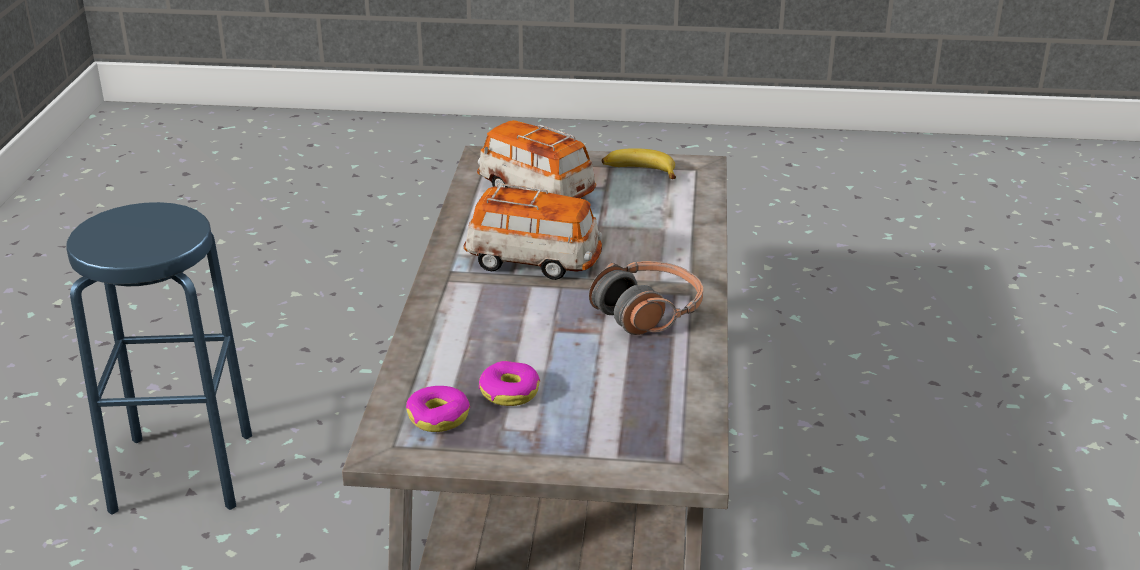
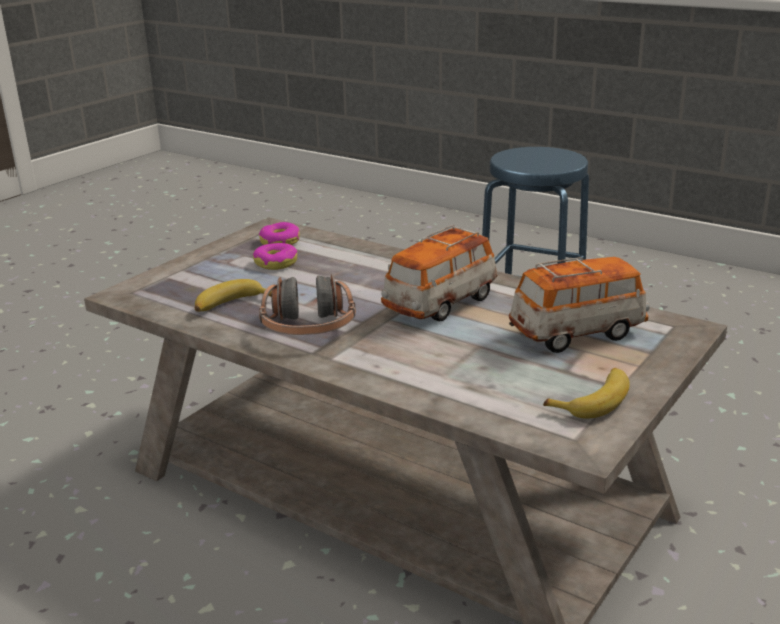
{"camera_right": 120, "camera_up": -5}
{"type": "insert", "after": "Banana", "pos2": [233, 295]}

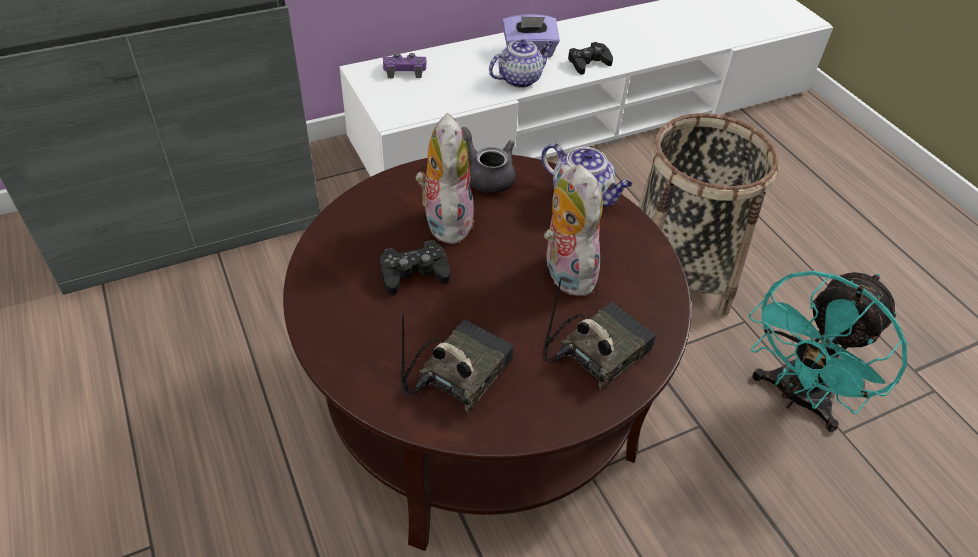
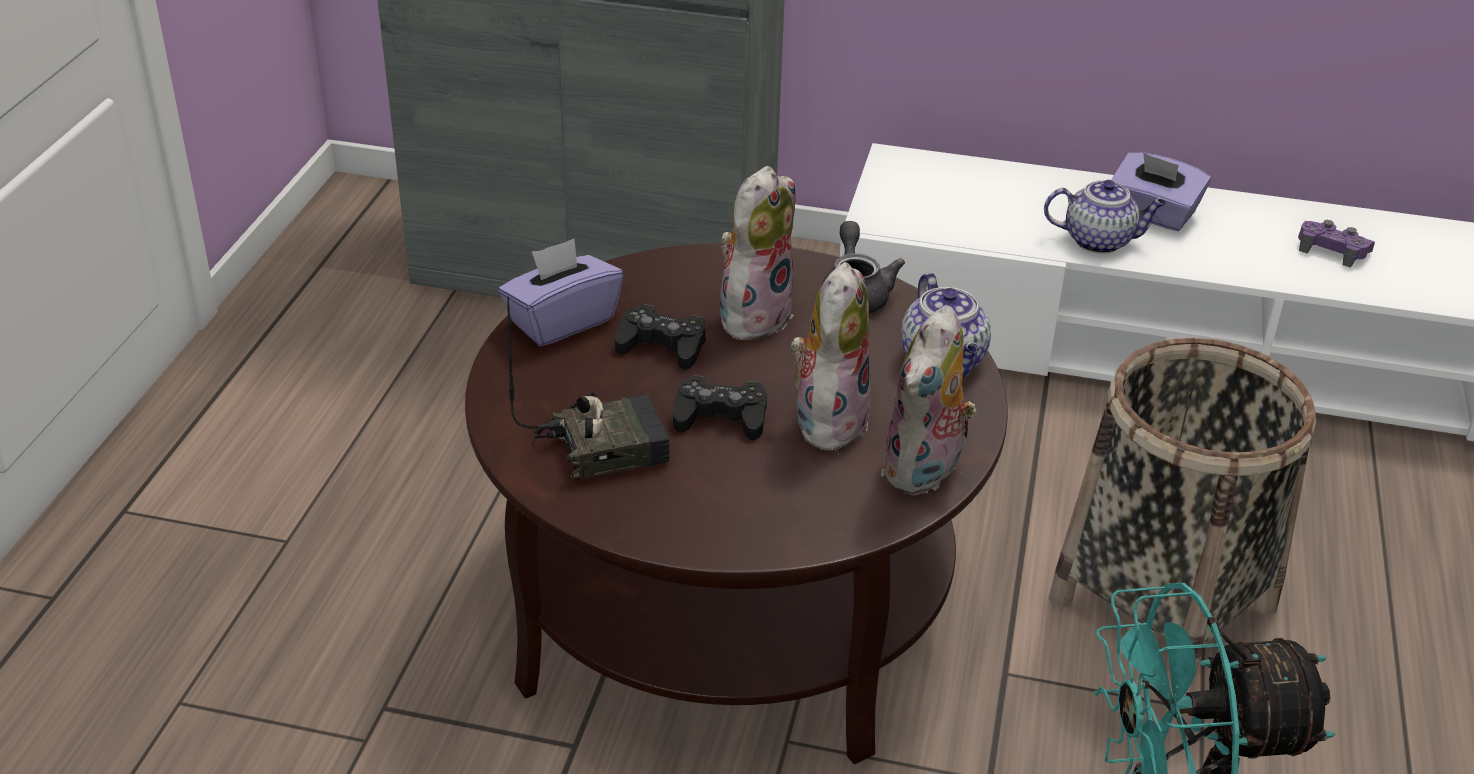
{"camera_right": 40, "camera_up": -10}
{"type": "delete", "before": "Radio", "pos1": [599, 333]}
{"type": "insert", "after": "PurpleTissueBox", "pos2": [561, 292]}
{"type": "insert", "after": "PlushToy", "pos2": [929, 400]}
{"type": "move", "before": "PurpleGameController", "pos1": [404, 65], "pos2": [1336, 244]}
{"type": "move", "before": "BlackGameController", "pos1": [590, 58], "pos2": [720, 408]}

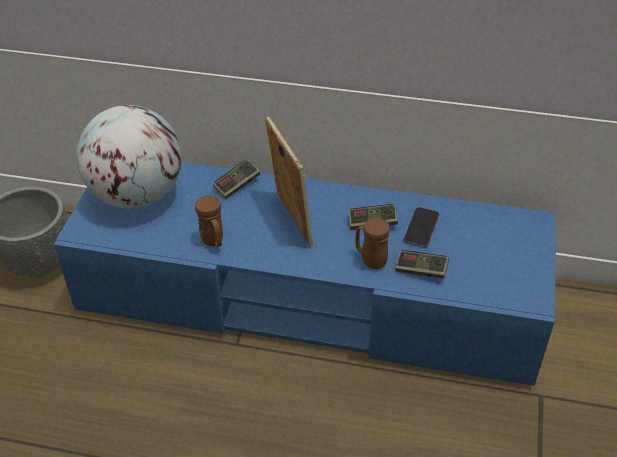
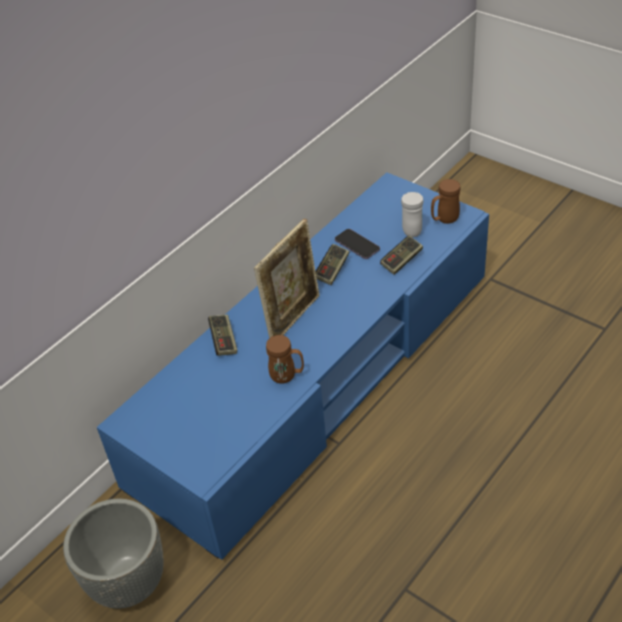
{"camera_right": -60, "camera_up": 0}
{"type": "delete", "before": "Globe", "pos1": [129, 157]}
{"type": "insert", "after": "WhiteMug", "pos2": [412, 214]}
{"type": "move", "before": "BrownMug", "pos1": [372, 243], "pos2": [446, 201]}
{"type": "rotate", "before": "PictureFrame", "pos1": [289, 181], "pos2": [287, 278], "turn": 120}

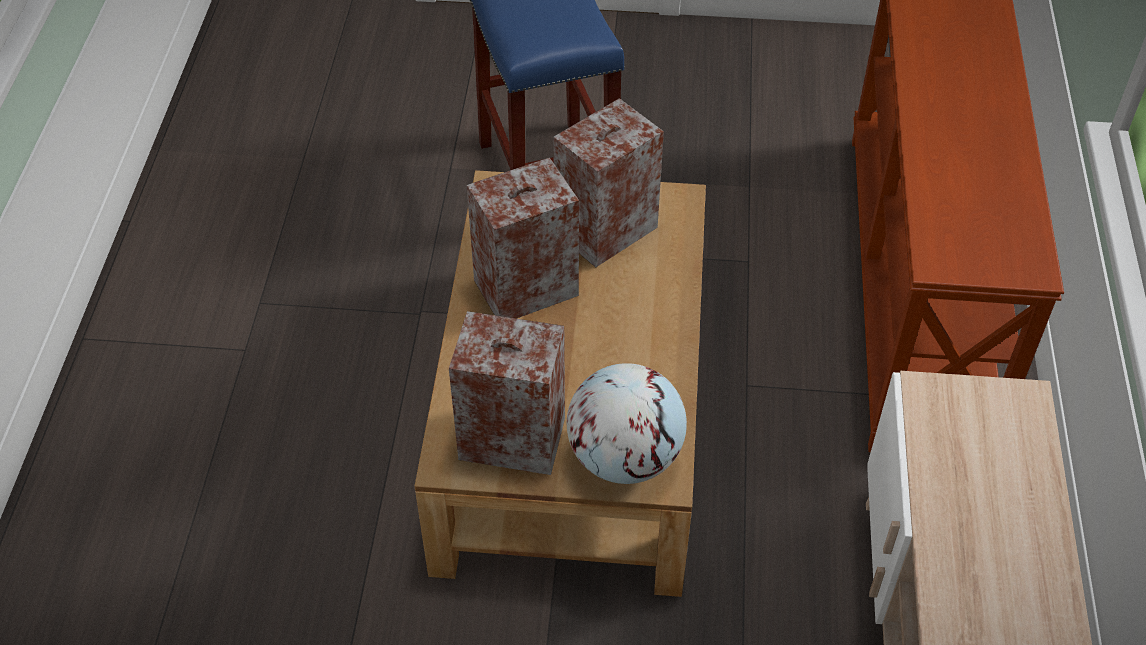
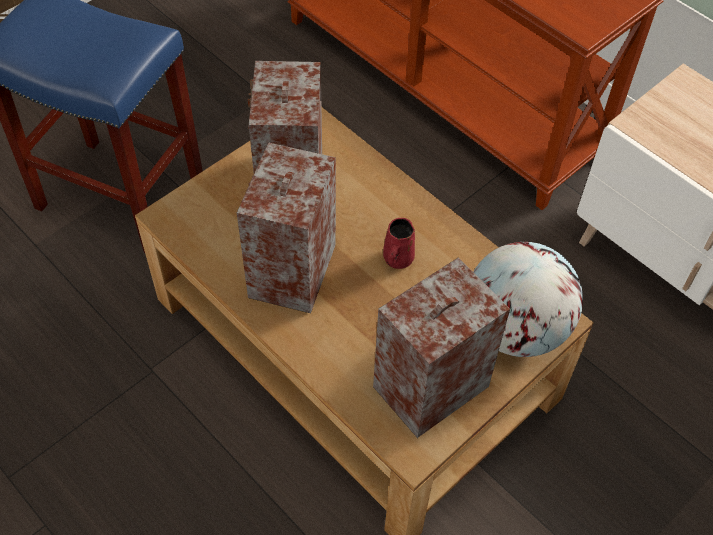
{"camera_right": -50, "camera_up": 5}
{"type": "insert", "after": "RedMug", "pos2": [399, 243]}

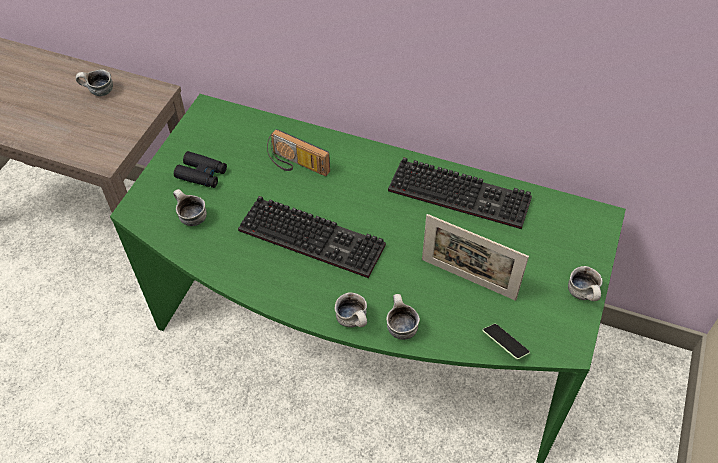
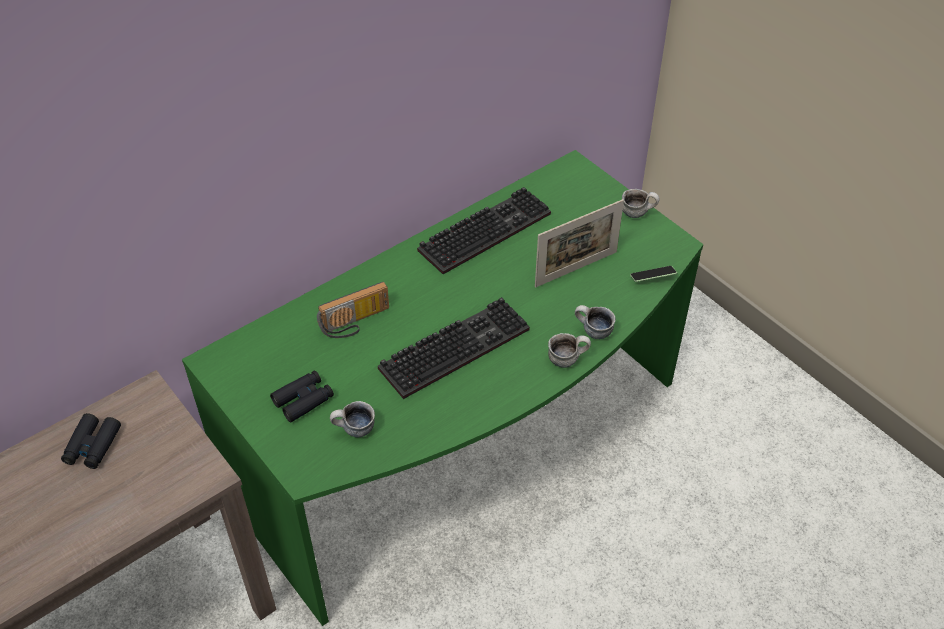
{"camera_right": -60, "camera_up": -5}
{"type": "replace", "before": "Mug", "after": "BlackBinoculars", "pos1": [94, 83], "pos2": [91, 441]}

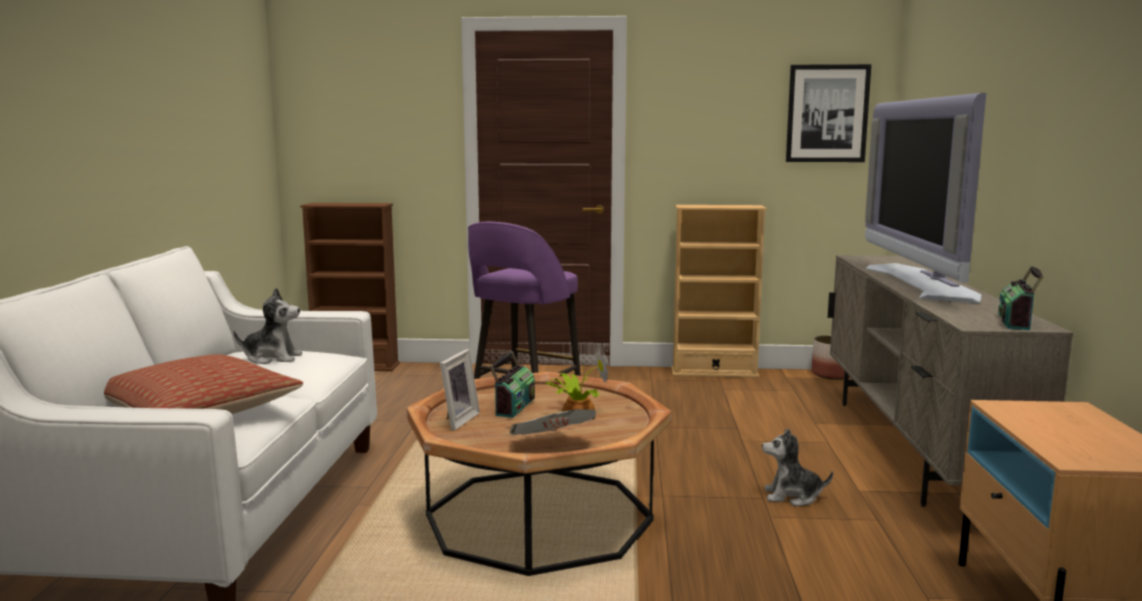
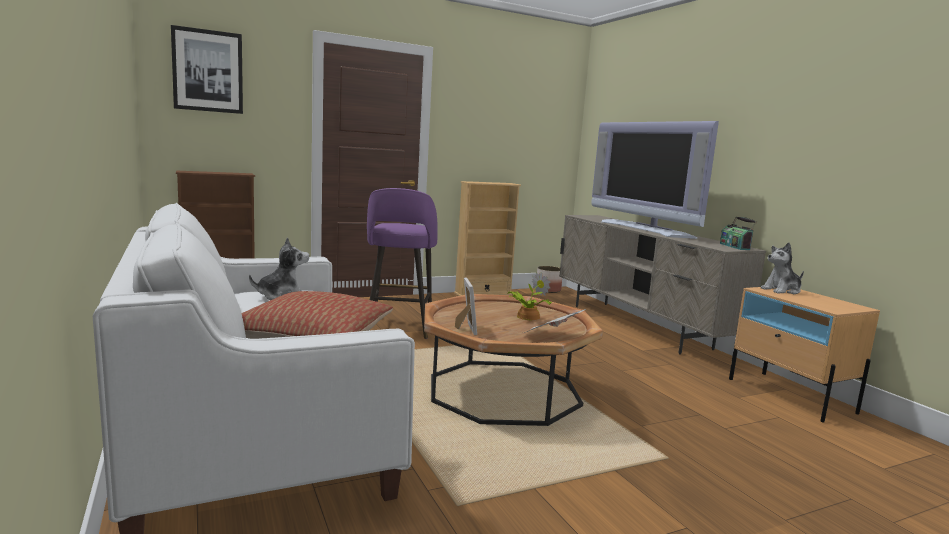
{"camera_right": -30, "camera_up": 0}
{"type": "delete", "before": "Radio", "pos1": [512, 384]}
{"type": "move", "before": "PlushToy", "pos1": [797, 467], "pos2": [782, 268]}
{"type": "move", "before": "Picture", "pos1": [829, 113], "pos2": [207, 69]}

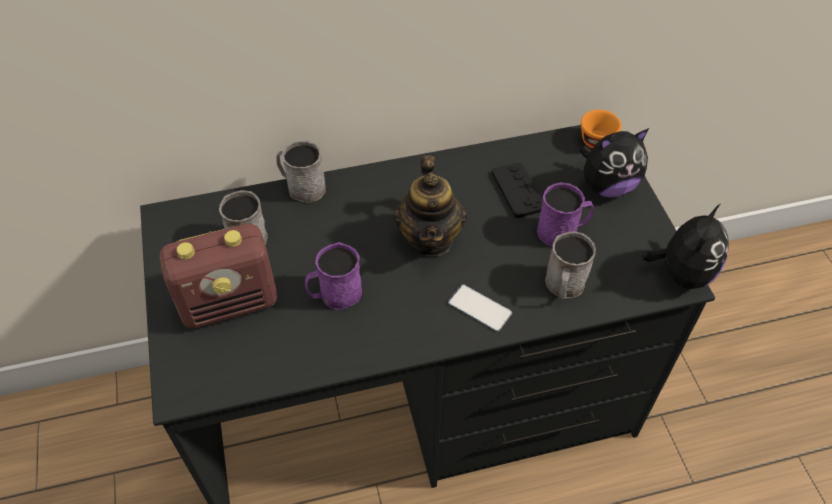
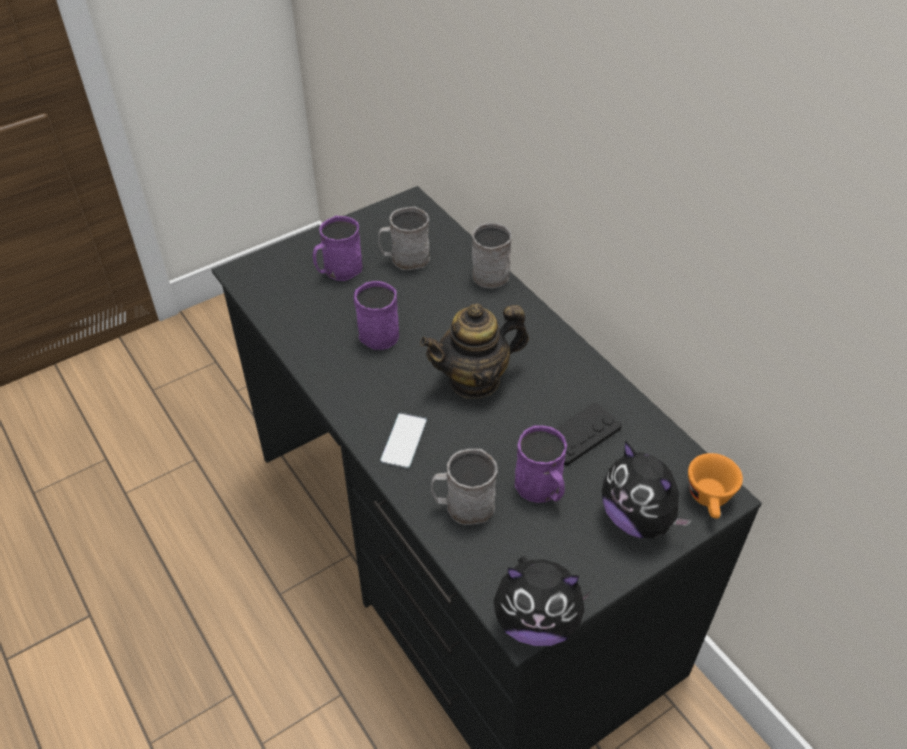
{"camera_right": 70, "camera_up": -5}
{"type": "replace", "before": "Radio", "after": "PurpleMug", "pos1": [218, 276], "pos2": [338, 248]}

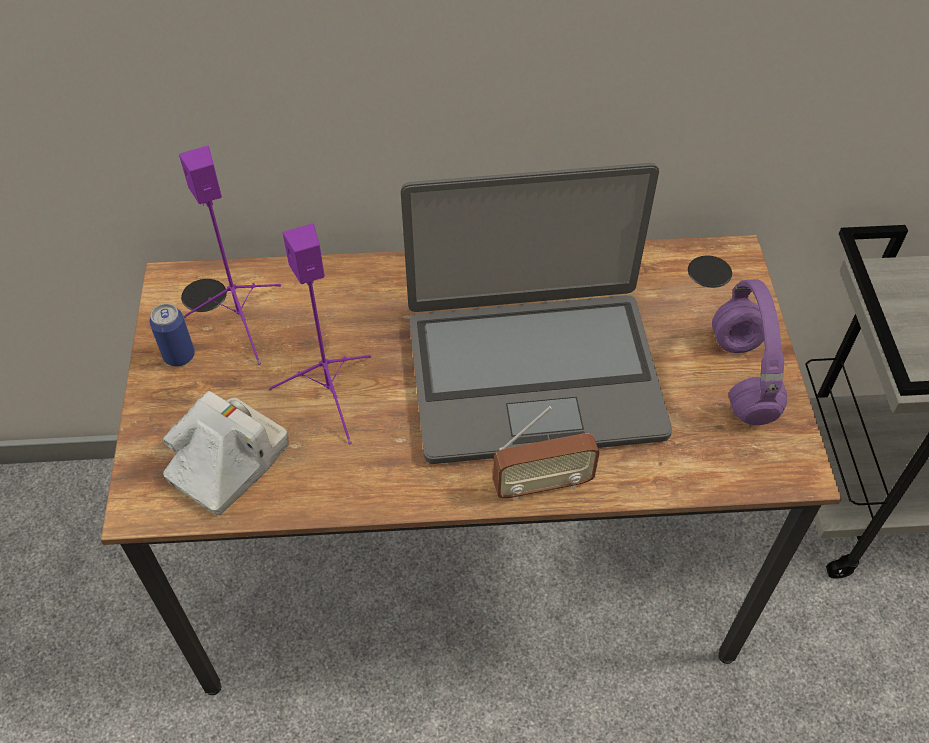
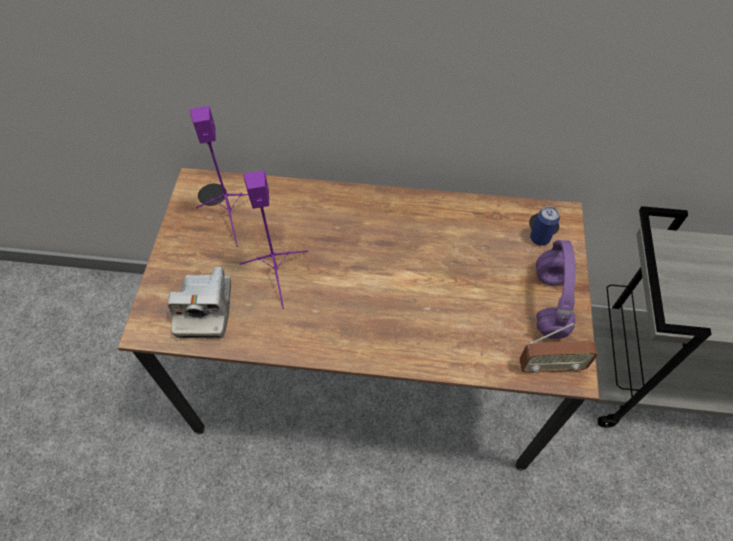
{"camera_right": 10, "camera_up": 5}
{"type": "delete", "before": "Laptop", "pos1": [536, 313]}
{"type": "move", "before": "Can", "pos1": [172, 335], "pos2": [545, 225]}
{"type": "move", "before": "Radio", "pos1": [546, 453], "pos2": [558, 349]}
{"type": "rotate", "before": "PhotoCamera", "pos1": [225, 453], "pos2": [199, 303], "turn": 135}

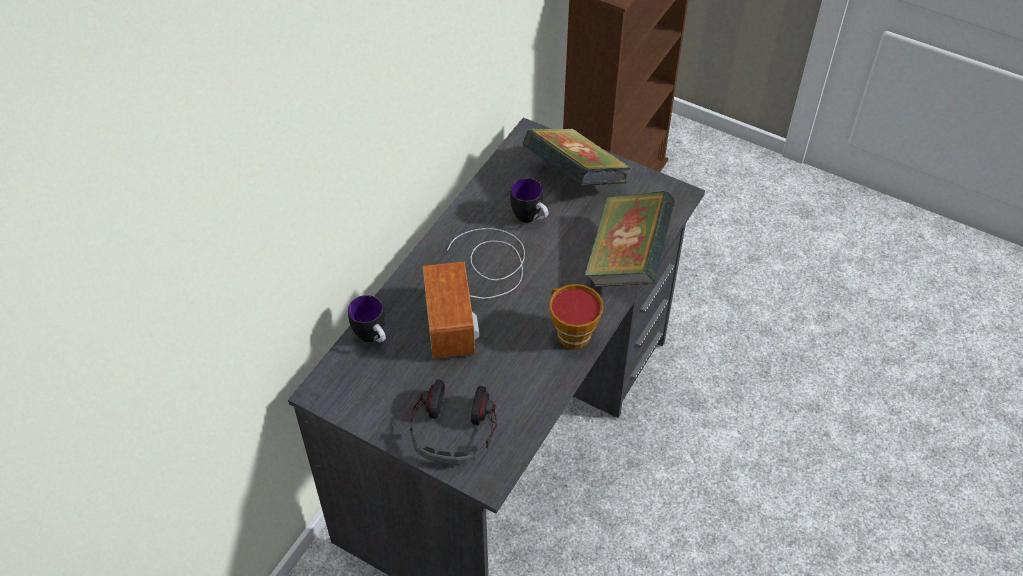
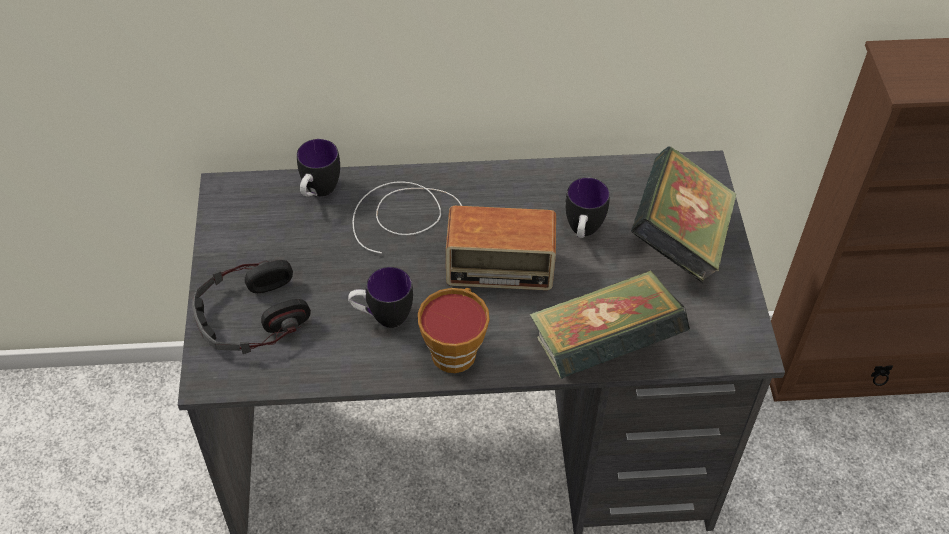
{"camera_right": 55, "camera_up": 0}
{"type": "insert", "after": "Mug", "pos2": [380, 297]}
{"type": "rotate", "before": "Radio", "pos1": [474, 293], "pos2": [454, 236], "turn": -135}

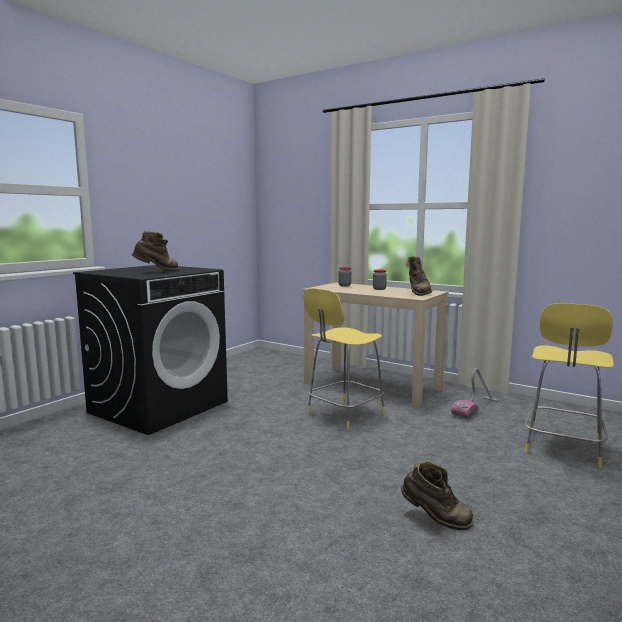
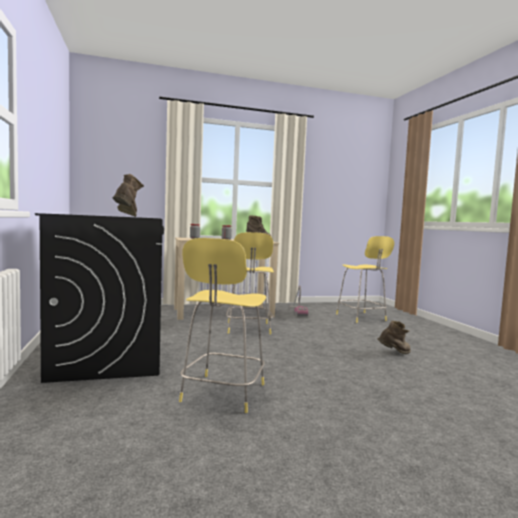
{"camera_right": -50, "camera_up": -5}
{"type": "insert", "after": "YellowStool", "pos2": [222, 325]}

